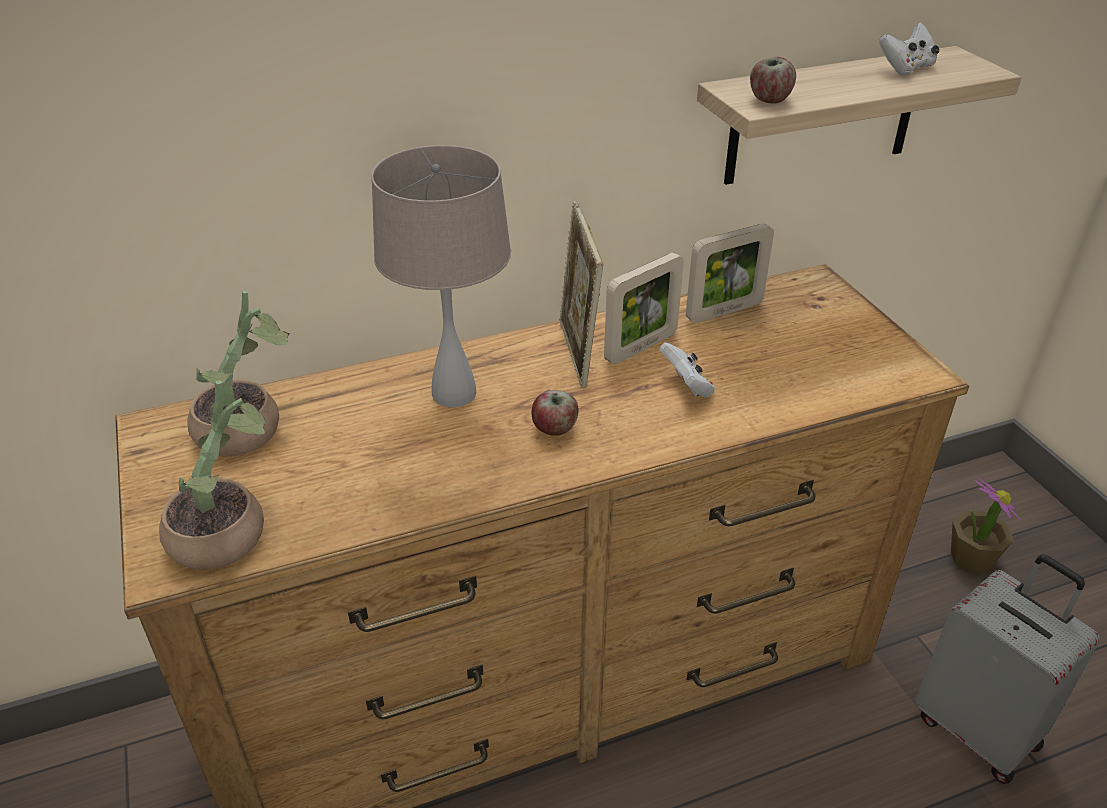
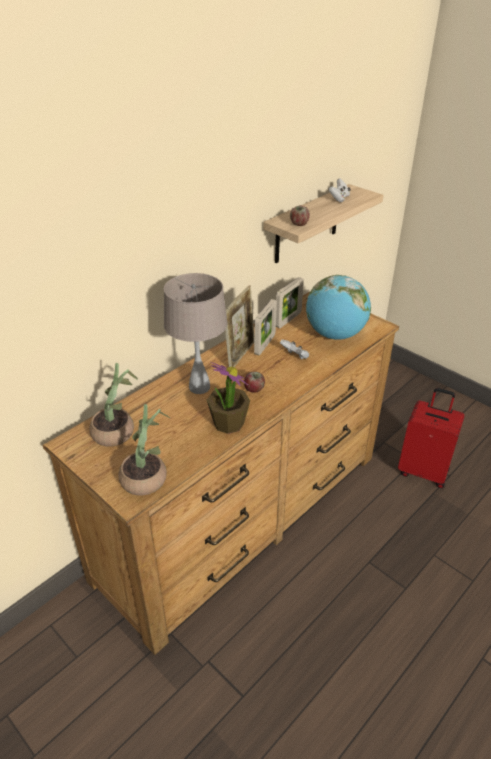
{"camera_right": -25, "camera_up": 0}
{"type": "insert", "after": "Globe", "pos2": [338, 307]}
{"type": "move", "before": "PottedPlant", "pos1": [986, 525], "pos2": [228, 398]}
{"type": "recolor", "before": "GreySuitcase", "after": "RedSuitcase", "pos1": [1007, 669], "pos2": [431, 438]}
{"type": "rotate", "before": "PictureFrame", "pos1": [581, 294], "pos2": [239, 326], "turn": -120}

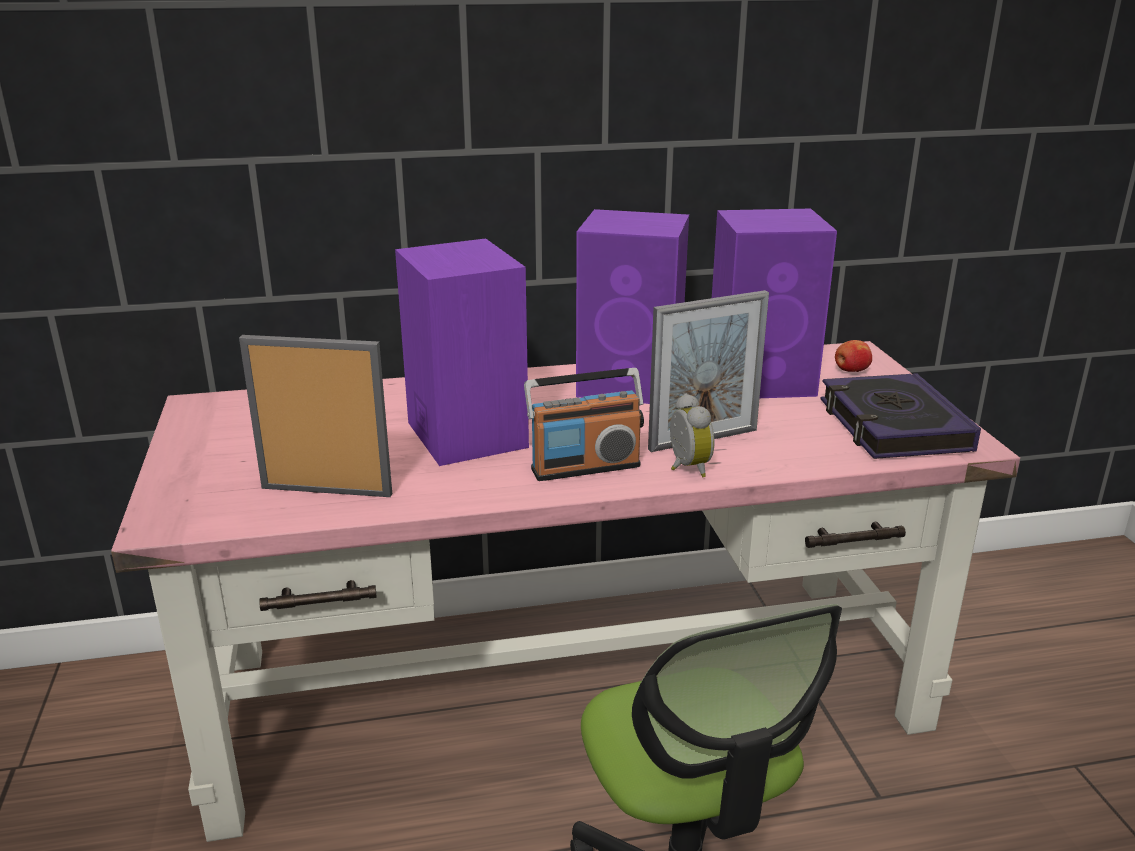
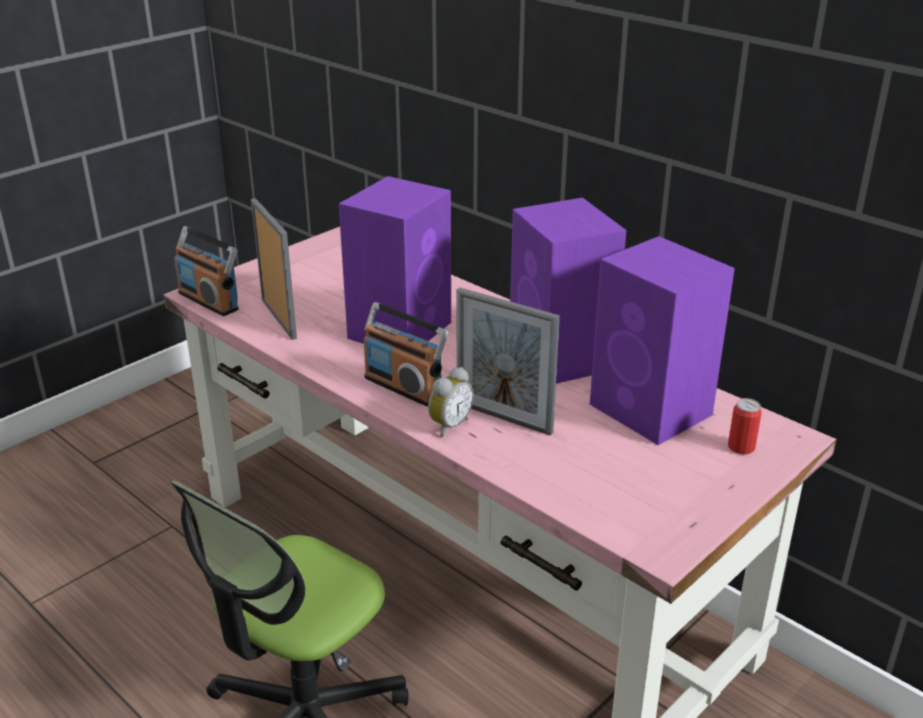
{"camera_right": 55, "camera_up": 5}
{"type": "delete", "before": "Book", "pos1": [900, 416]}
{"type": "insert", "after": "Radio", "pos2": [206, 271]}
{"type": "replace", "before": "Apple", "after": "Can", "pos1": [853, 356], "pos2": [745, 426]}

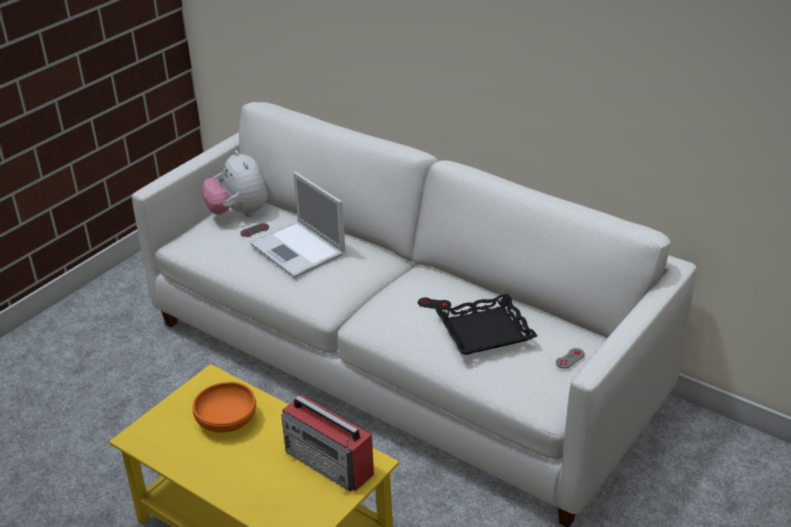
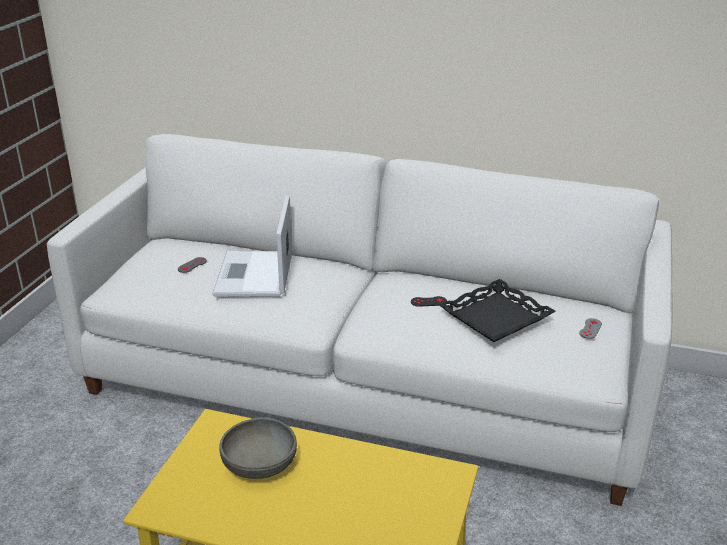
{"camera_right": -20, "camera_up": -5}
{"type": "delete", "before": "PlushToy", "pos1": [234, 183]}
{"type": "delete", "before": "Radio", "pos1": [327, 443]}
{"type": "recolor", "before": "OrangeBowl", "after": "GreyBowl", "pos1": [224, 407], "pos2": [258, 448]}
{"type": "rotate", "before": "Laptop", "pos1": [297, 225], "pos2": [252, 246], "turn": 60}

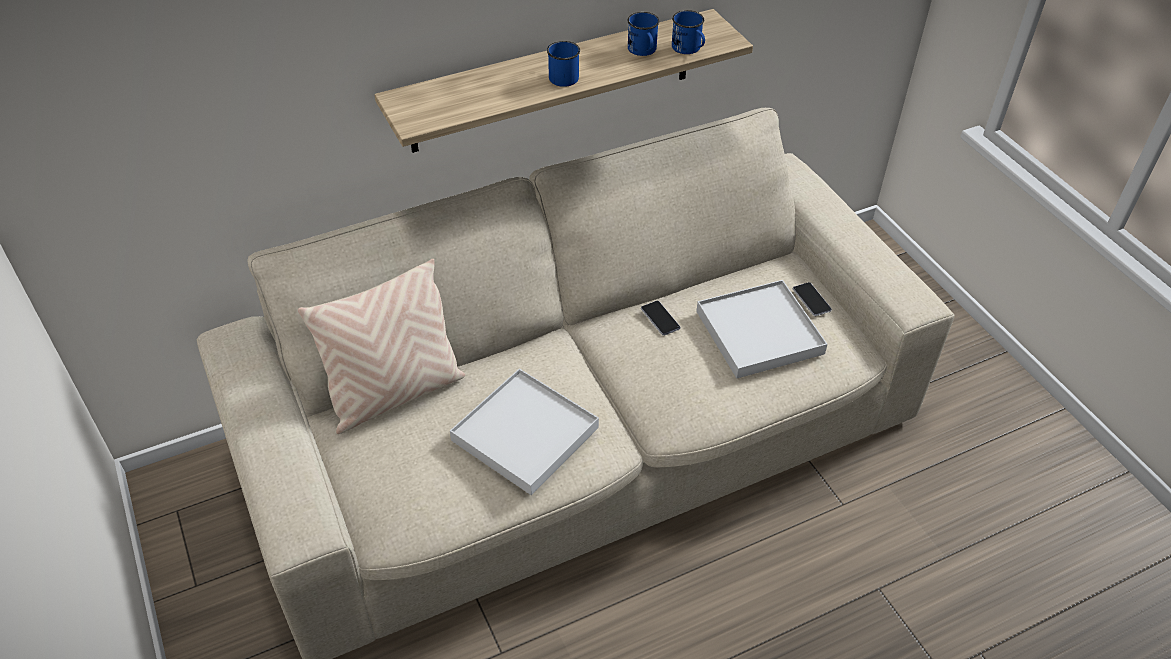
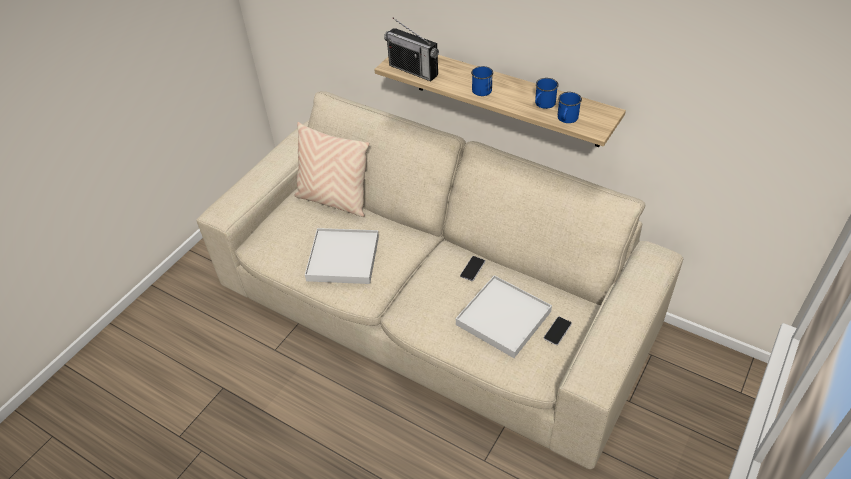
{"camera_right": 60, "camera_up": 0}
{"type": "insert", "after": "Radio", "pos2": [411, 49]}

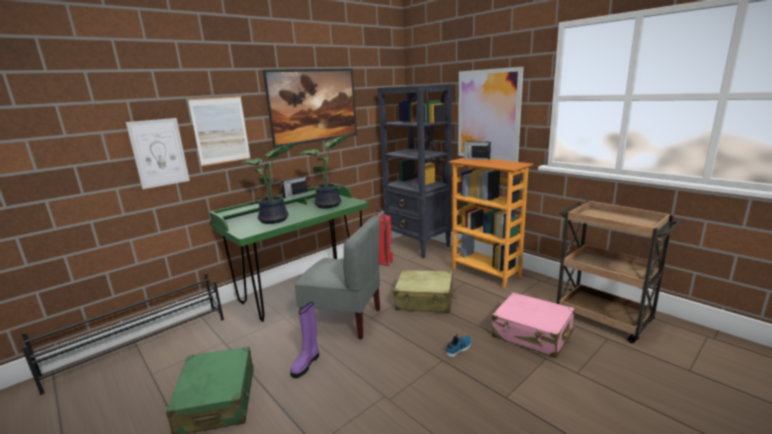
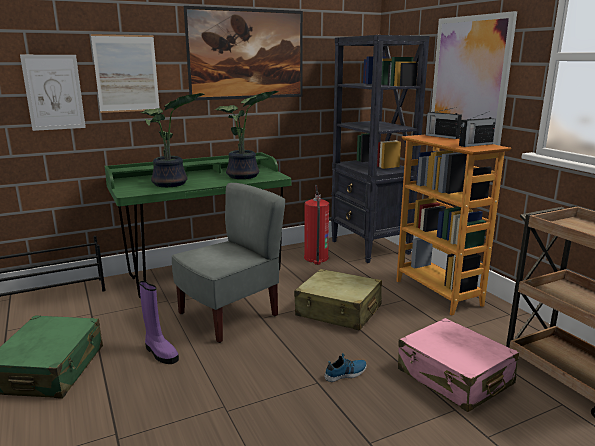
{"camera_right": 15, "camera_up": 0}
{"type": "move", "before": "Radio", "pos1": [294, 187], "pos2": [477, 129]}
{"type": "rotate", "before": "PurpleBoot", "pos1": [304, 340], "pos2": [159, 322], "turn": -90}
{"type": "rotate", "before": "GreyChair", "pos1": [337, 278], "pos2": [228, 263], "turn": -75}

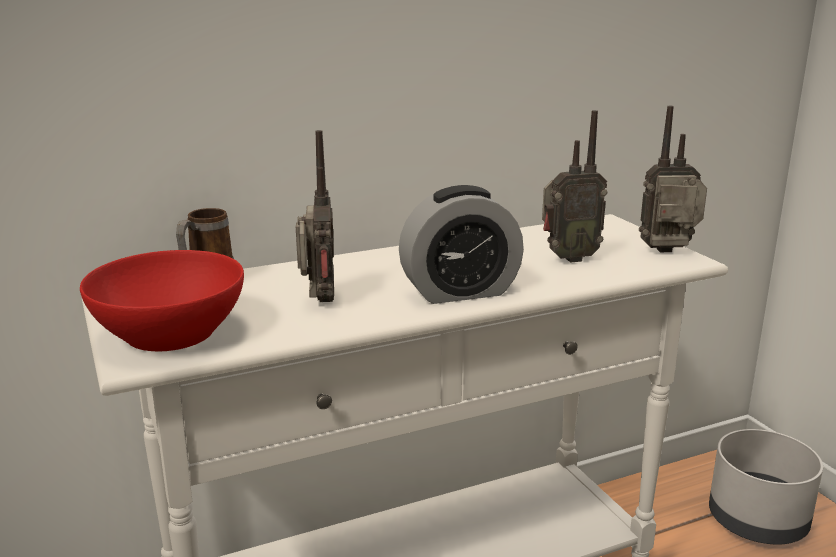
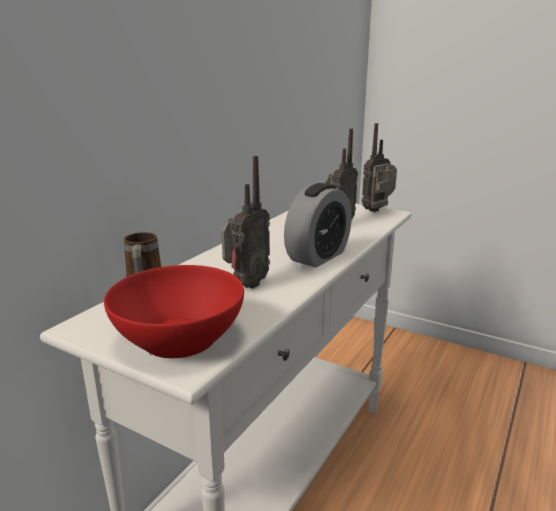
{"camera_right": -35, "camera_up": 0}
{"type": "delete", "before": "GreyPlanter", "pos1": [766, 487]}
{"type": "rotate", "before": "Radio", "pos1": [315, 216], "pos2": [245, 222], "turn": 75}

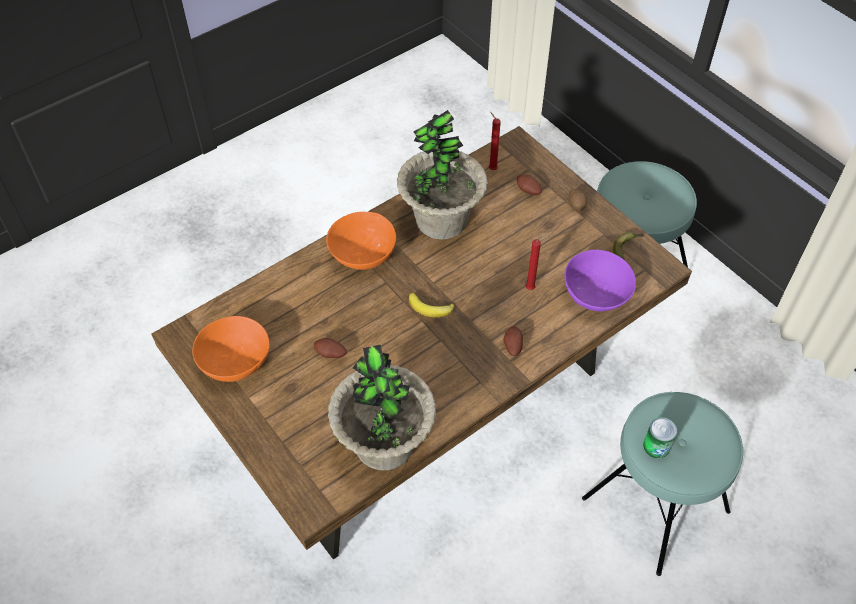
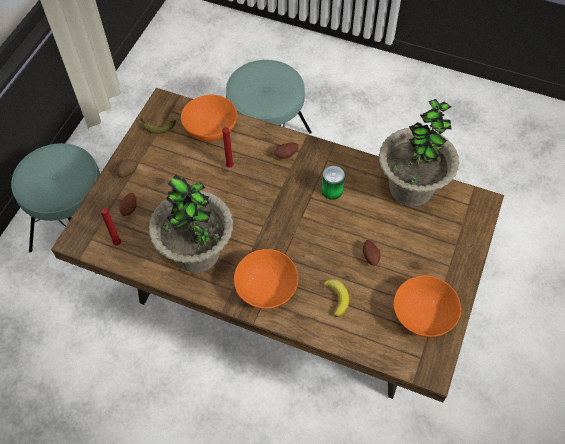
{"camera_right": -120, "camera_up": 5}
{"type": "move", "before": "Banana", "pos1": [431, 305], "pos2": [336, 298]}
{"type": "move", "before": "Can", "pos1": [660, 438], "pos2": [333, 183]}
{"type": "recolor", "before": "PurpleBowl", "after": "OrangeBowl", "pos1": [600, 280], "pos2": [209, 118]}

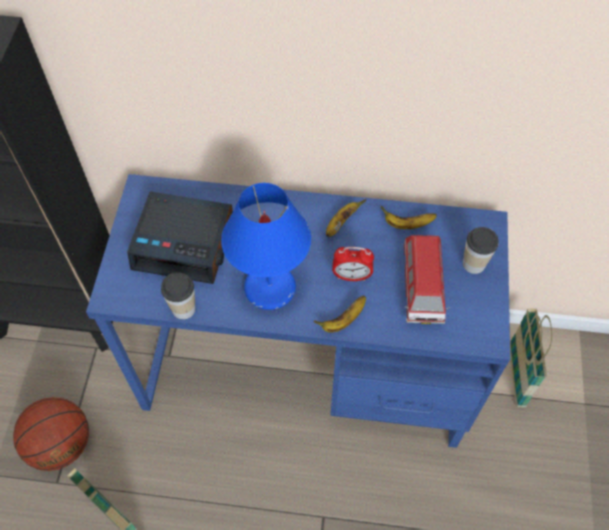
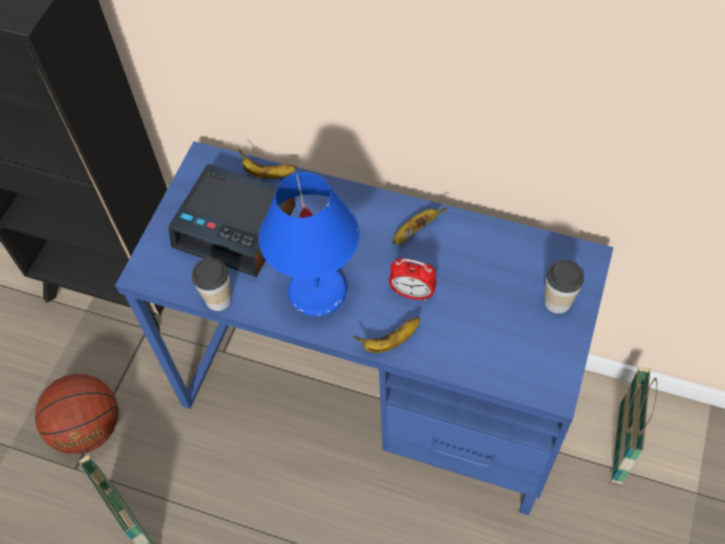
{"camera_right": 15, "camera_up": 0}
{"type": "delete", "before": "ToyCar", "pos1": [427, 279]}
{"type": "move", "before": "Banana", "pos1": [409, 217], "pos2": [267, 164]}

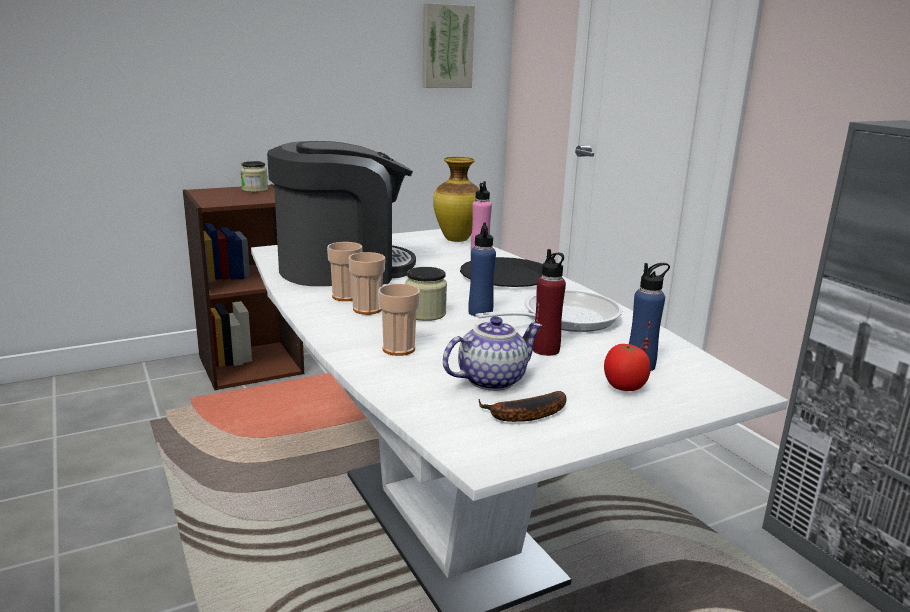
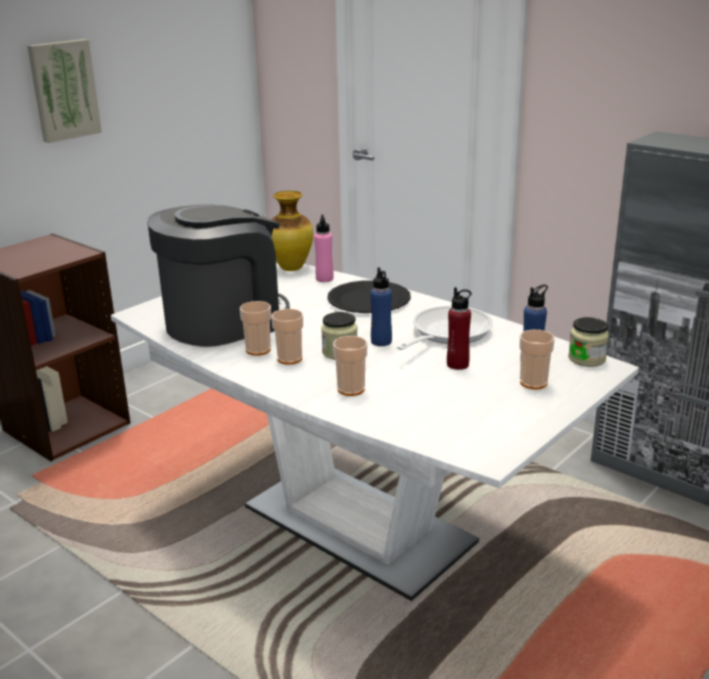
{"camera_right": -20, "camera_up": 5}
{"type": "delete", "before": "Teapot", "pos1": [493, 353]}
{"type": "delete", "before": "Banana", "pos1": [522, 406]}
{"type": "move", "before": "Jar", "pos1": [254, 176], "pos2": [588, 342]}
{"type": "move", "before": "Picture", "pos1": [448, 45], "pos2": [64, 91]}
{"type": "replace", "before": "Tomato", "after": "Cup", "pos1": [627, 367], "pos2": [537, 359]}

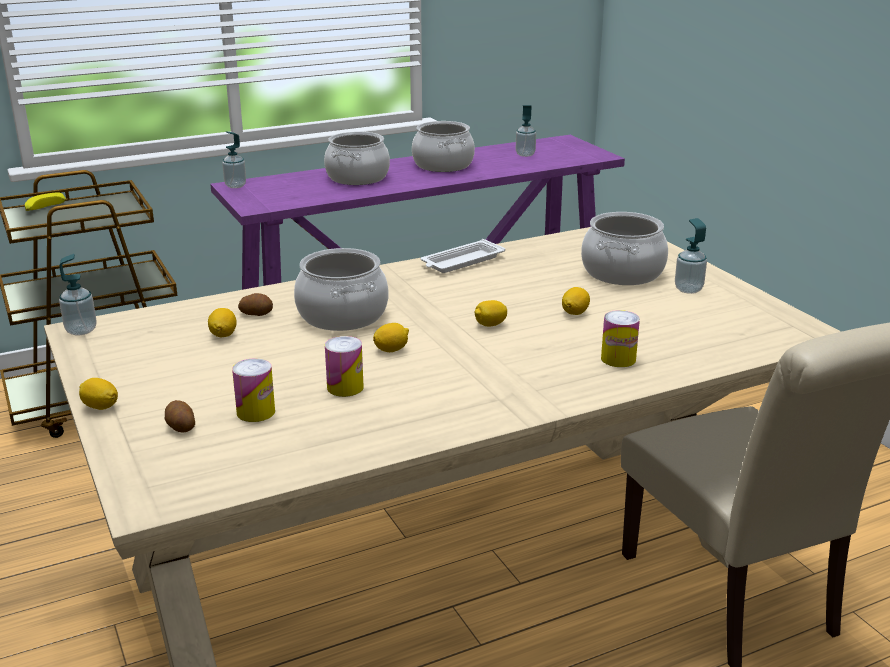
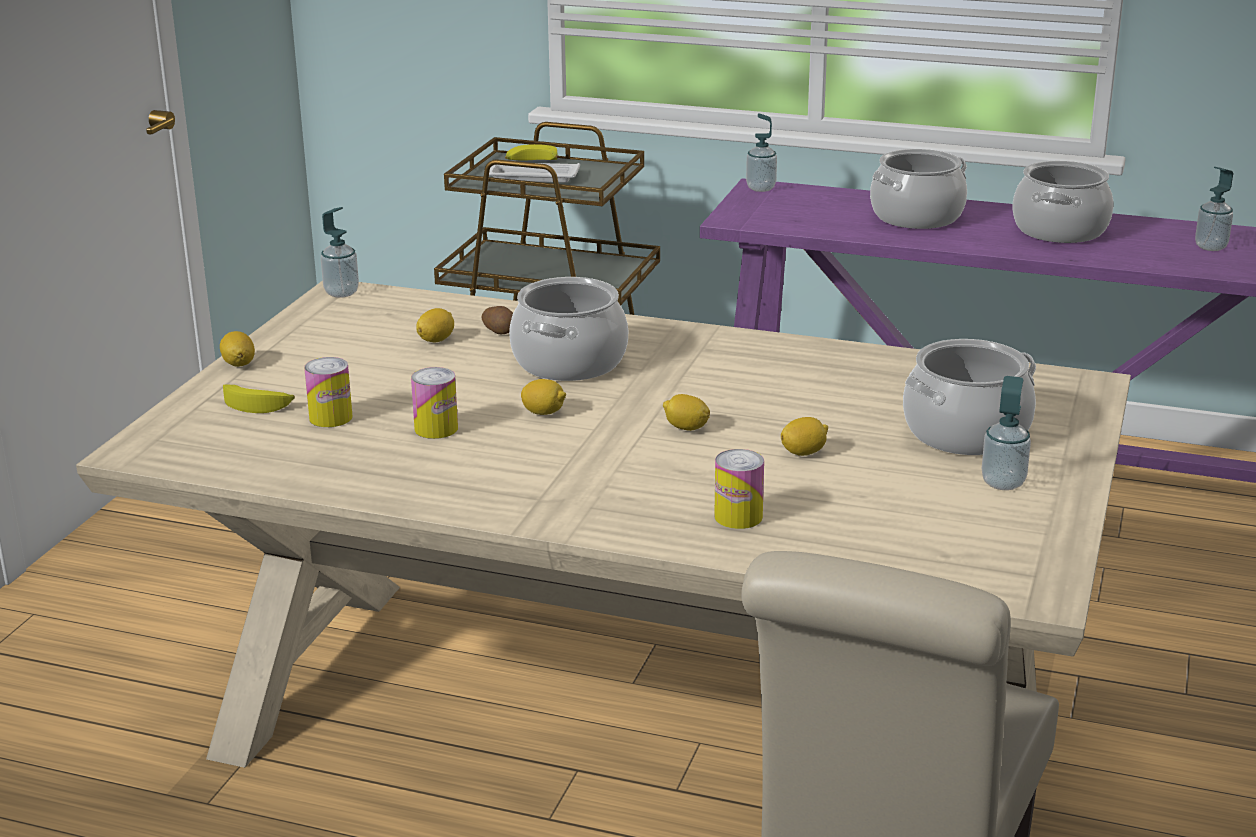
{"camera_right": 45, "camera_up": 0}
{"type": "move", "before": "WhiteTray", "pos1": [463, 256], "pos2": [532, 173]}
{"type": "replace", "before": "Potato", "after": "Banana", "pos1": [180, 416], "pos2": [259, 399]}

